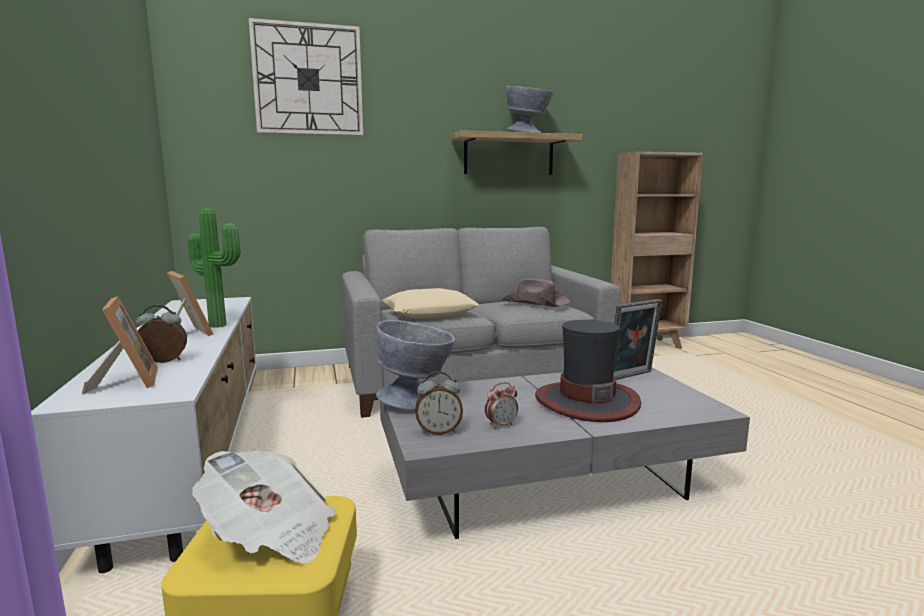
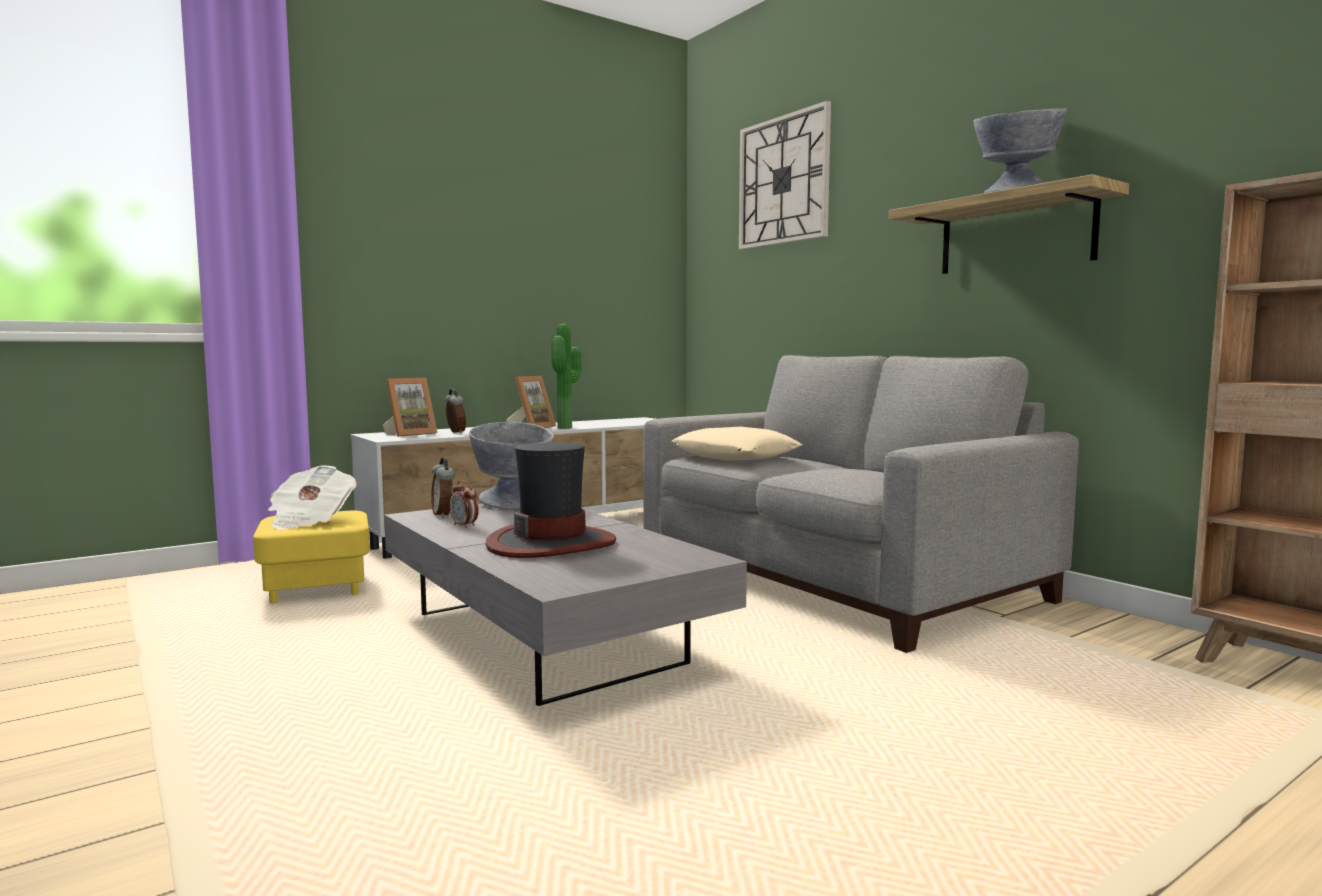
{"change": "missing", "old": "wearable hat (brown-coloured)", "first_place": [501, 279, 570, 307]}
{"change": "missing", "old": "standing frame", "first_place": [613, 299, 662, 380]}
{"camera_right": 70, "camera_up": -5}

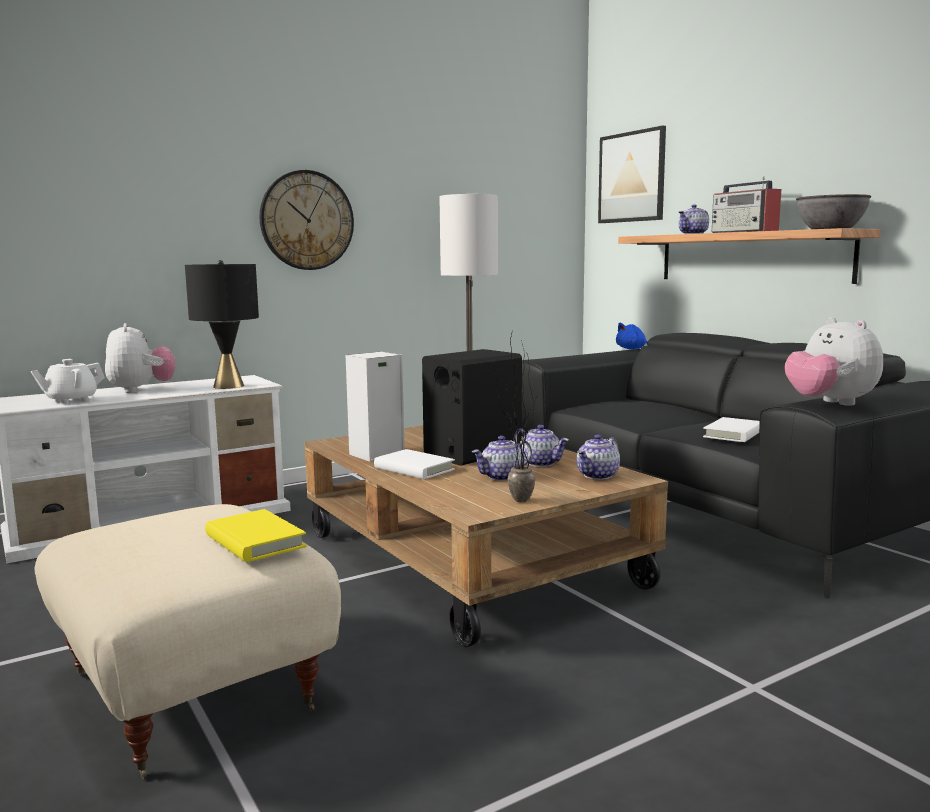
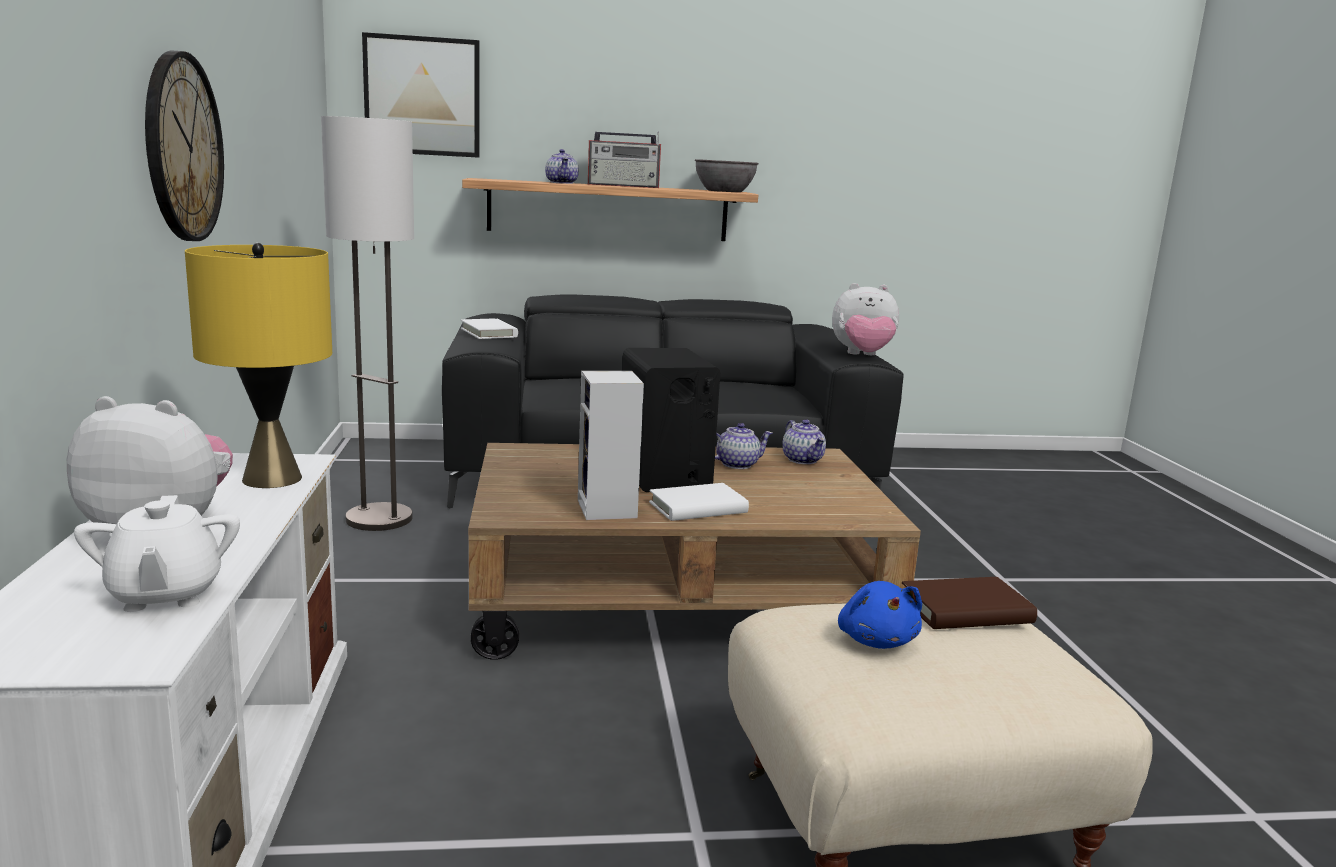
{"change": "colour", "old": "table lamp (black-coloured)", "new": "table lamp (yellow)", "first_place": [185, 260, 259, 389], "second_place": [185, 243, 332, 488]}
{"change": "relocated", "old": "bound book (white)", "first_place": [703, 417, 760, 442], "second_place": [461, 318, 518, 339]}
{"change": "relocated", "old": "soft toy (blue-coloured)", "first_place": [616, 323, 648, 349], "second_place": [838, 581, 922, 649]}
{"change": "colour", "old": "bound book (yellow)", "new": "bound book (brown-coloured)", "first_place": [205, 509, 307, 562], "second_place": [902, 577, 1037, 629]}
{"change": "missing", "old": "teapot", "first_place": [472, 436, 532, 481]}
{"change": "missing", "old": "potted plant", "first_place": [490, 334, 536, 503]}
{"camera_right": -65, "camera_up": 5}

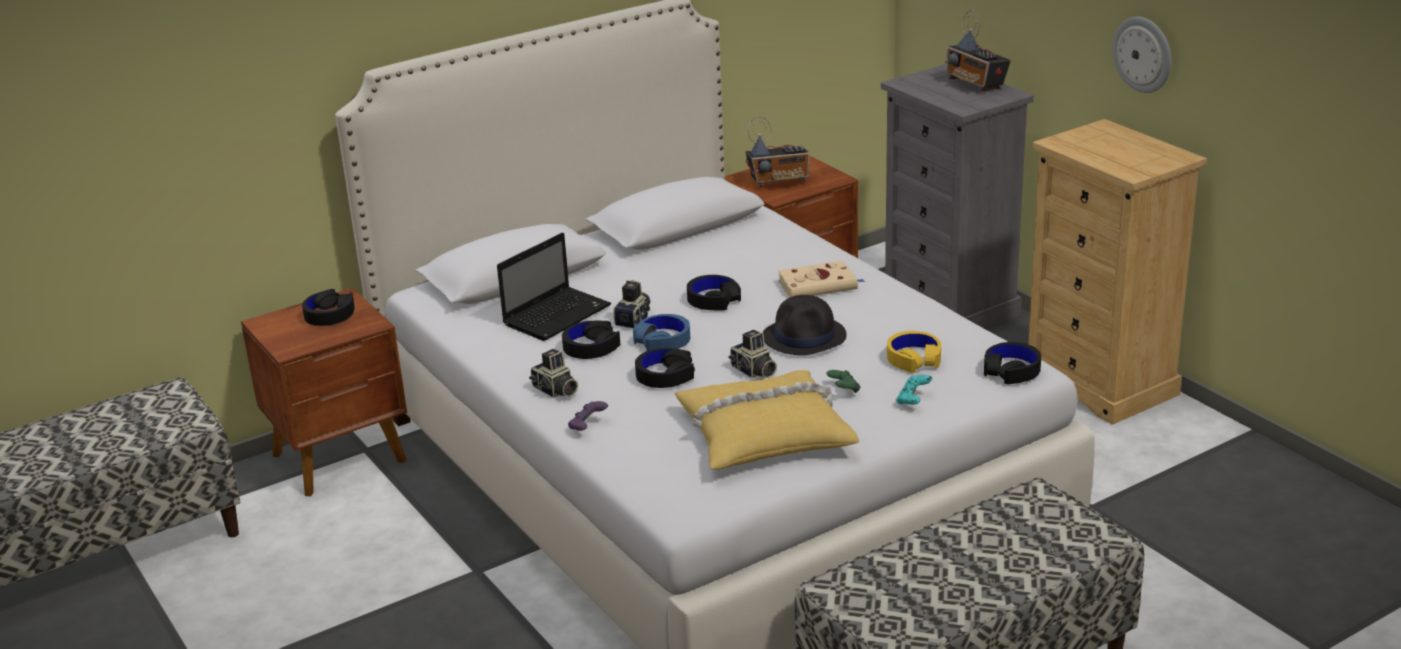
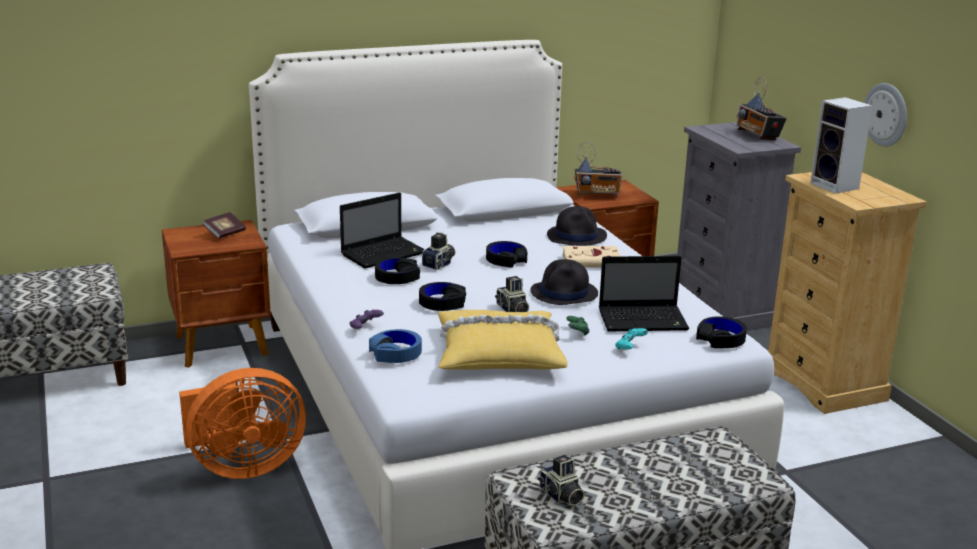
{"change": "appeared", "new": "cooling fan (orangey)", "second_place": [179, 368, 306, 479]}
{"change": "exchanged", "old": "headset (black-coloured)", "new": "bound book", "first_place": [302, 289, 354, 326], "second_place": [202, 212, 246, 239]}
{"change": "relocated", "old": "headset (blue-coloured)", "first_place": [633, 314, 690, 351], "second_place": [369, 329, 422, 363]}
{"change": "relocated", "old": "photo camera", "first_place": [529, 349, 578, 398], "second_place": [538, 455, 585, 506]}
{"change": "appeared", "new": "wearable hat (black-coloured)", "second_place": [547, 206, 607, 246]}
{"change": "exchanged", "old": "headset (yellow)", "new": "laptop", "first_place": [887, 331, 941, 373], "second_place": [599, 256, 689, 331]}
{"change": "appeared", "new": "audio speaker", "second_place": [810, 97, 873, 193]}
{"camera_right": 10, "camera_up": -5}

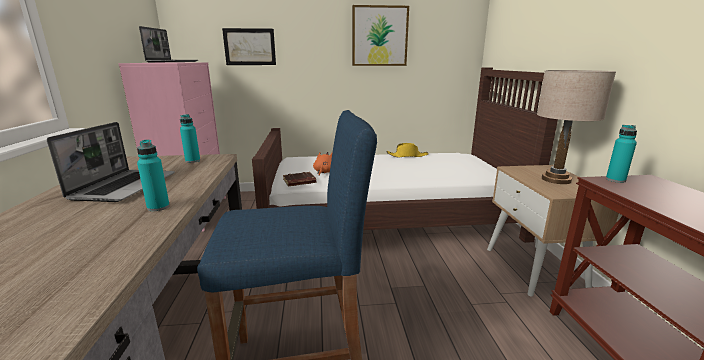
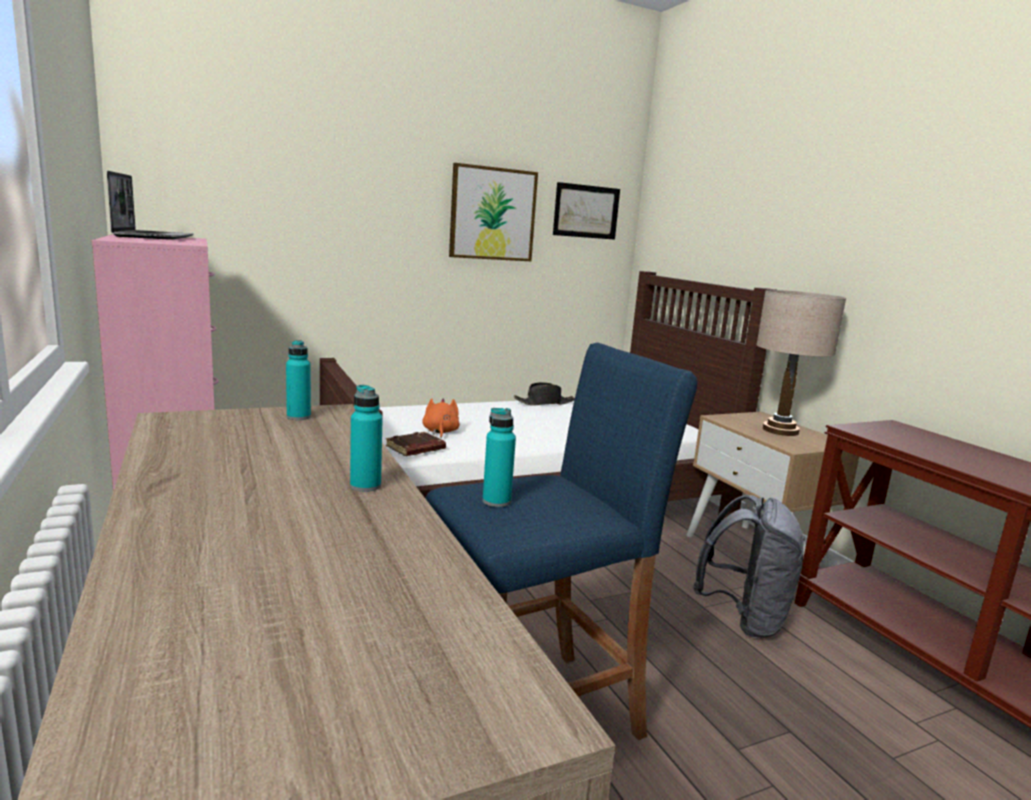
{"change": "relocated", "old": "bottle (turquoise)", "first_place": [606, 125, 637, 183], "second_place": [483, 408, 516, 507]}
{"change": "colour", "old": "wearable hat (yellow)", "new": "wearable hat (black-coloured)", "first_place": [386, 143, 428, 157], "second_place": [514, 382, 575, 406]}
{"change": "relocated", "old": "wall art", "first_place": [222, 28, 276, 65], "second_place": [553, 182, 620, 240]}
{"change": "appeared", "new": "knapsack (gray)", "second_place": [693, 495, 805, 638]}
{"change": "missing", "old": "laptop", "first_place": [47, 122, 175, 202]}
{"camera_right": -20, "camera_up": -5}

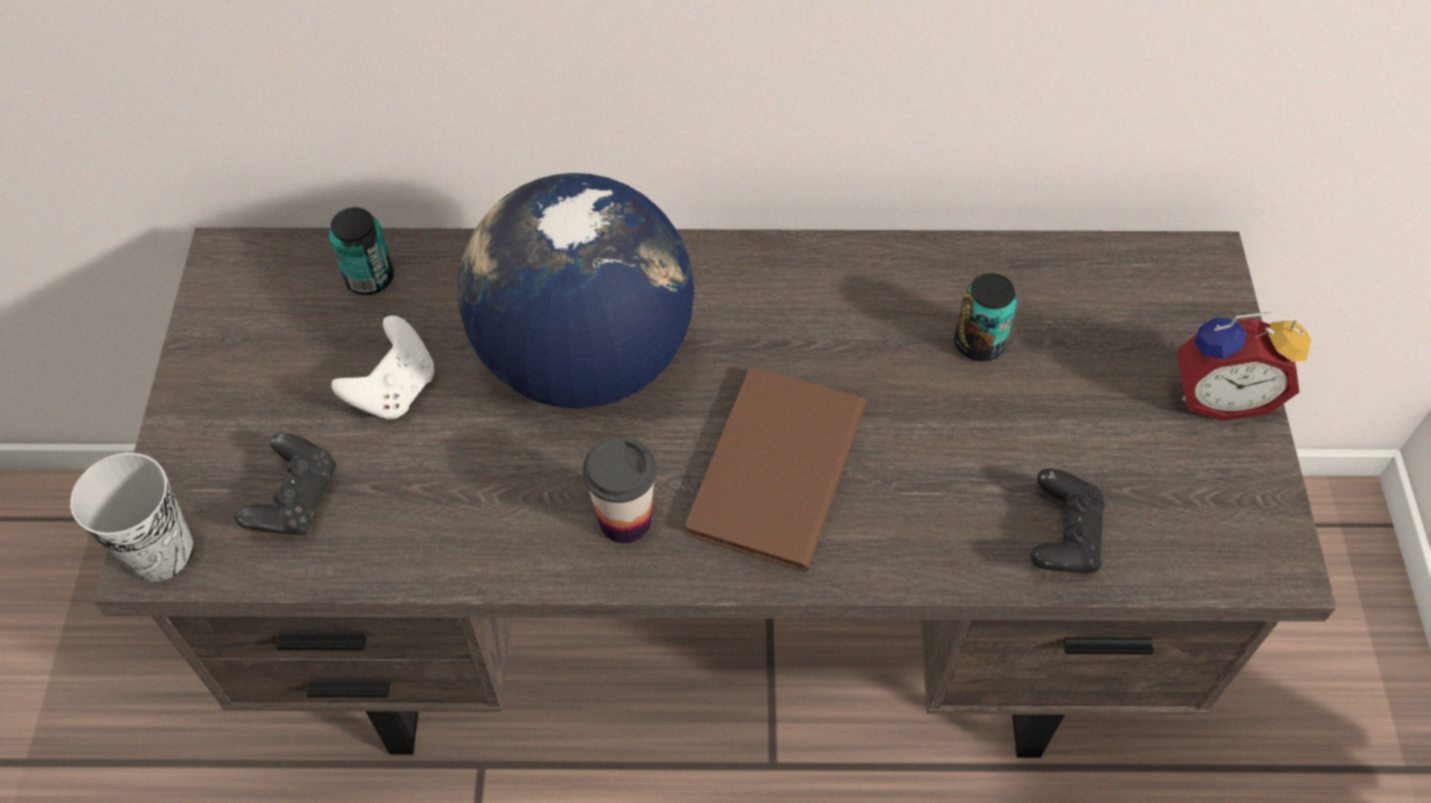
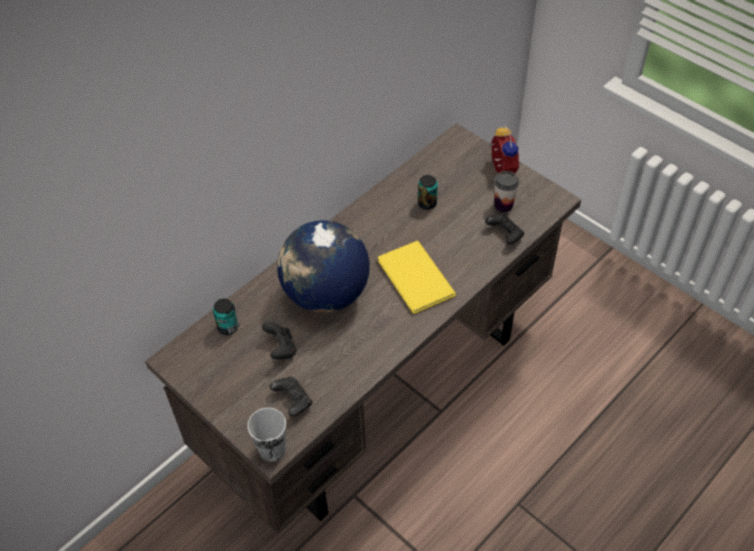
{"change": "colour", "old": "game controller (white)", "new": "game controller (black-coloured)", "first_place": [331, 315, 434, 419], "second_place": [262, 322, 296, 359]}
{"change": "colour", "old": "bound book (brown-coloured)", "new": "bound book (yellow)", "first_place": [685, 366, 866, 571], "second_place": [378, 241, 456, 314]}
{"change": "spun", "old": "table clock", "first_place": [1177, 312, 1311, 421], "second_place": [488, 125, 519, 174], "degrees": -60}
{"change": "relocated", "old": "small cup", "first_place": [583, 437, 657, 543], "second_place": [494, 171, 519, 212]}
{"camera_right": -45, "camera_up": -5}

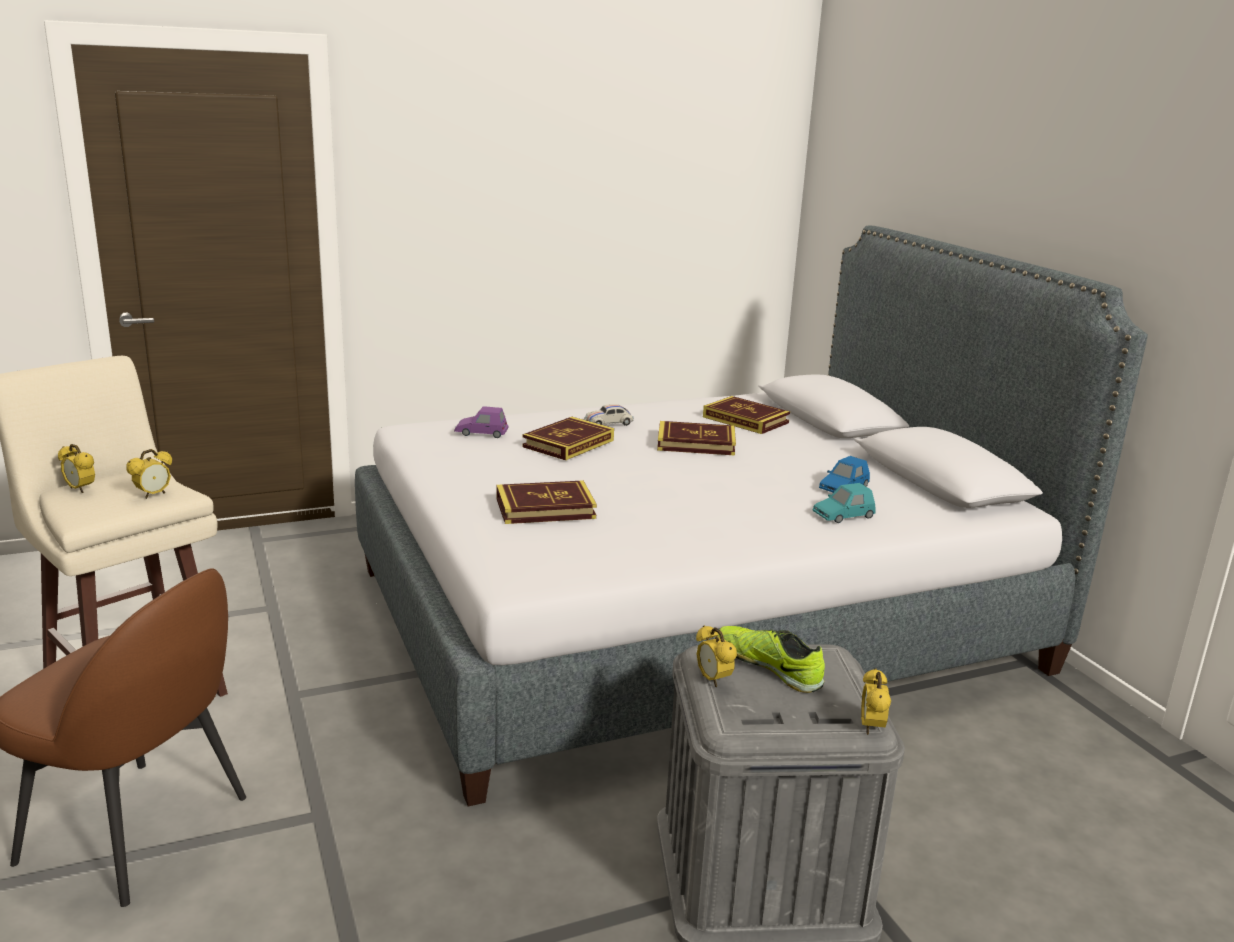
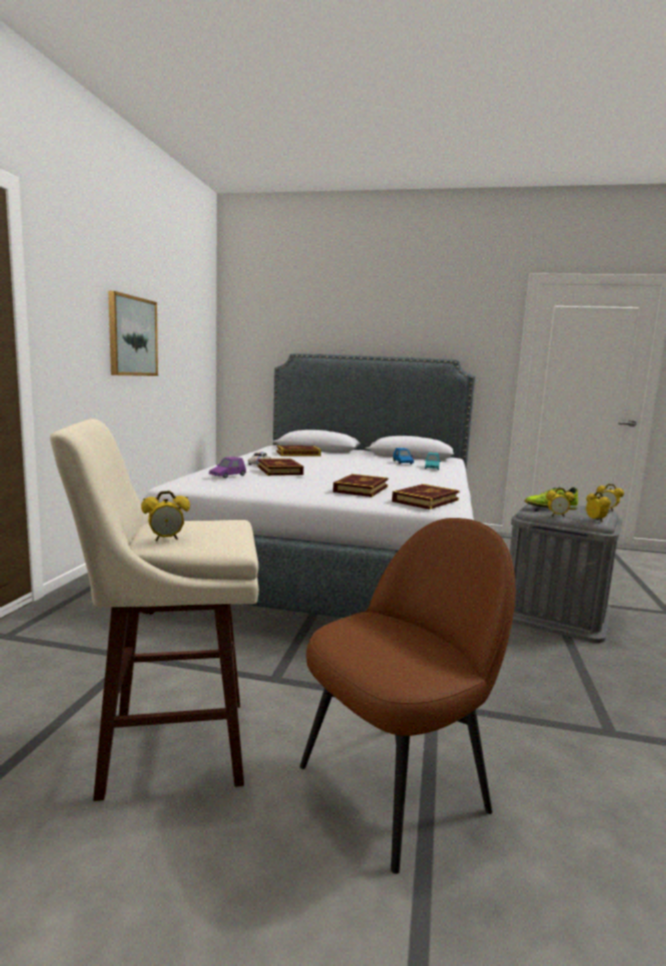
{"change": "appeared", "new": "wall art", "second_place": [108, 291, 158, 376]}
{"change": "relocated", "old": "bound book", "first_place": [657, 421, 736, 456], "second_place": [392, 484, 460, 510]}
{"change": "relocated", "old": "table clock", "first_place": [126, 449, 172, 499], "second_place": [586, 492, 611, 522]}
{"camera_right": -55, "camera_up": -10}

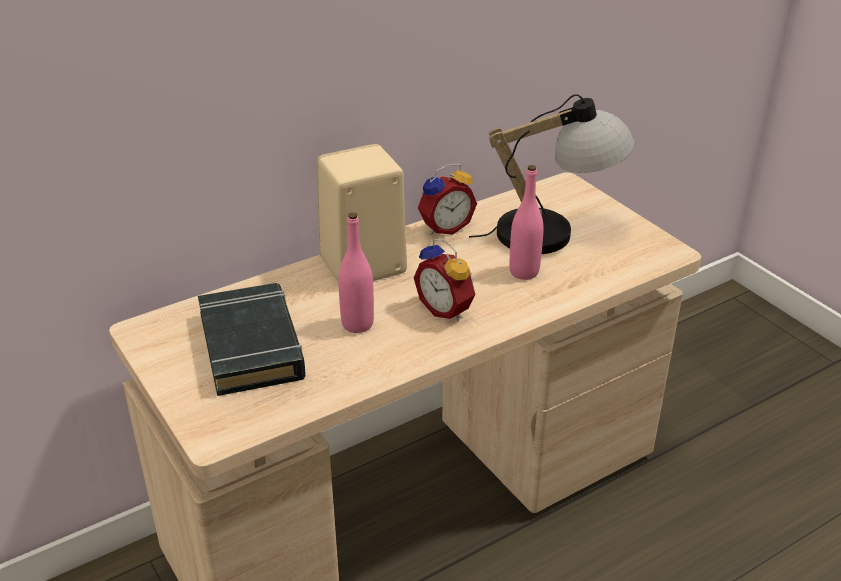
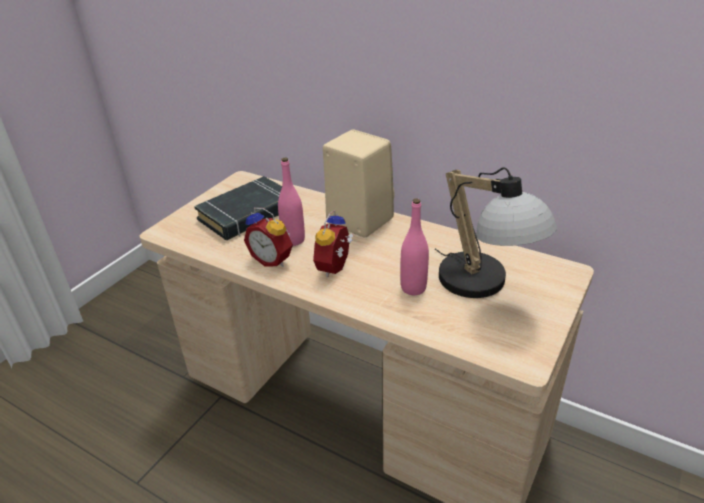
{"change": "relocated", "old": "table clock", "first_place": [418, 164, 477, 235], "second_place": [244, 208, 293, 267]}
{"camera_right": 65, "camera_up": 0}

